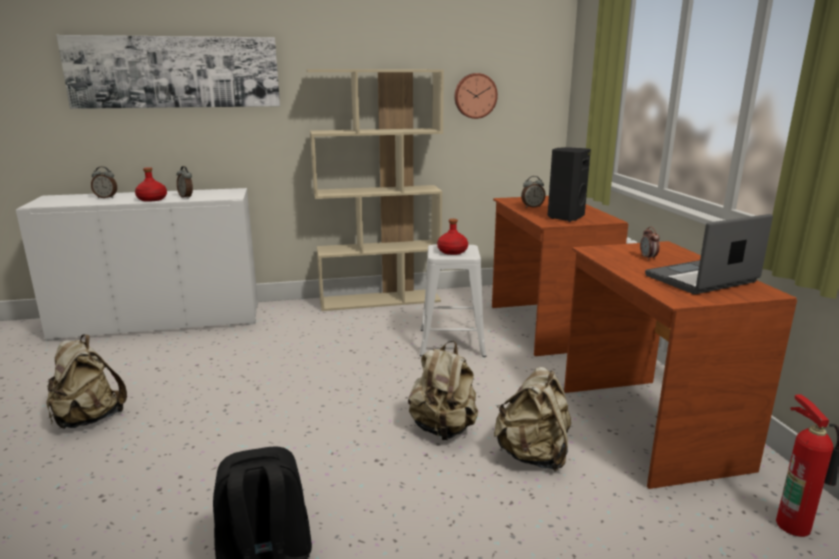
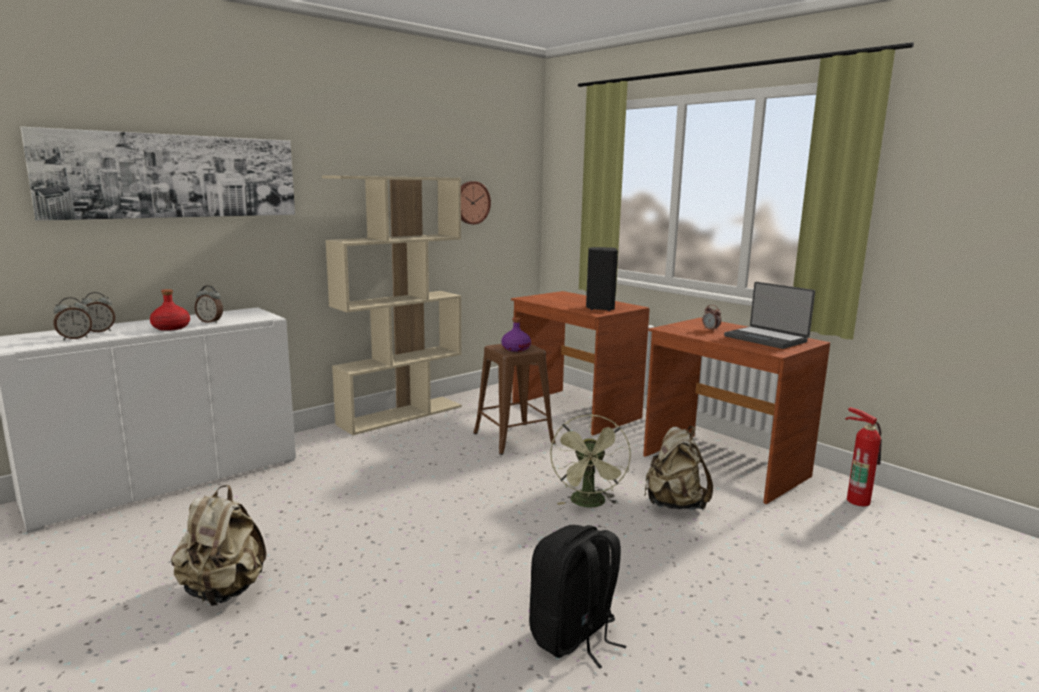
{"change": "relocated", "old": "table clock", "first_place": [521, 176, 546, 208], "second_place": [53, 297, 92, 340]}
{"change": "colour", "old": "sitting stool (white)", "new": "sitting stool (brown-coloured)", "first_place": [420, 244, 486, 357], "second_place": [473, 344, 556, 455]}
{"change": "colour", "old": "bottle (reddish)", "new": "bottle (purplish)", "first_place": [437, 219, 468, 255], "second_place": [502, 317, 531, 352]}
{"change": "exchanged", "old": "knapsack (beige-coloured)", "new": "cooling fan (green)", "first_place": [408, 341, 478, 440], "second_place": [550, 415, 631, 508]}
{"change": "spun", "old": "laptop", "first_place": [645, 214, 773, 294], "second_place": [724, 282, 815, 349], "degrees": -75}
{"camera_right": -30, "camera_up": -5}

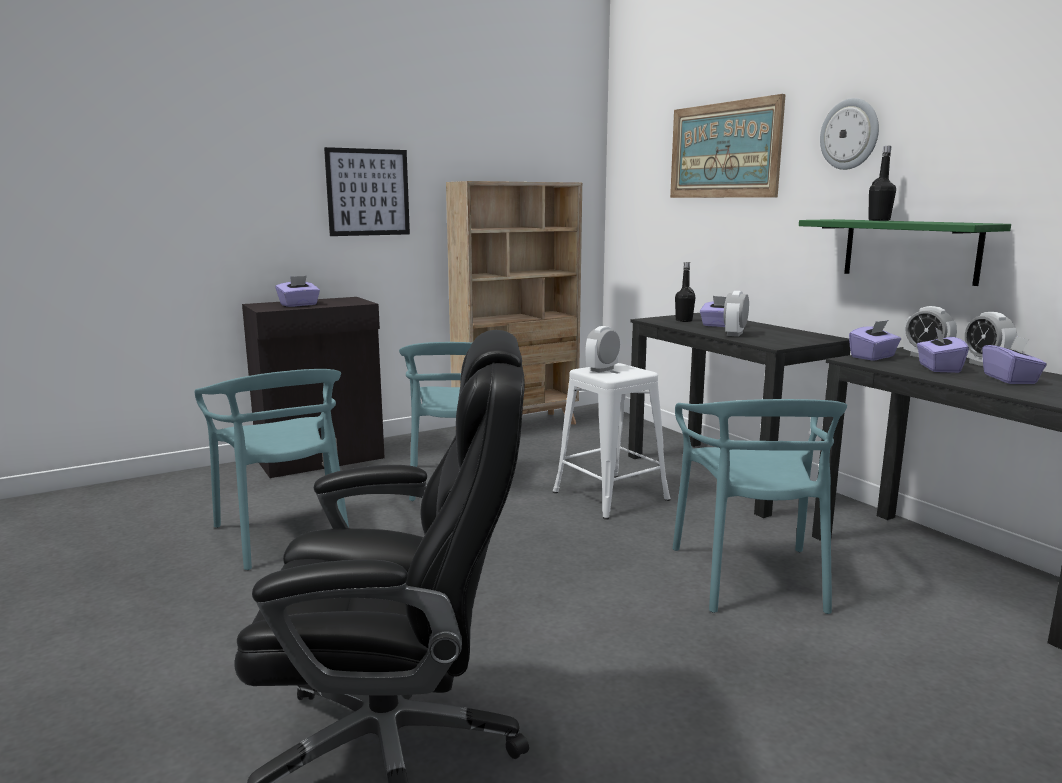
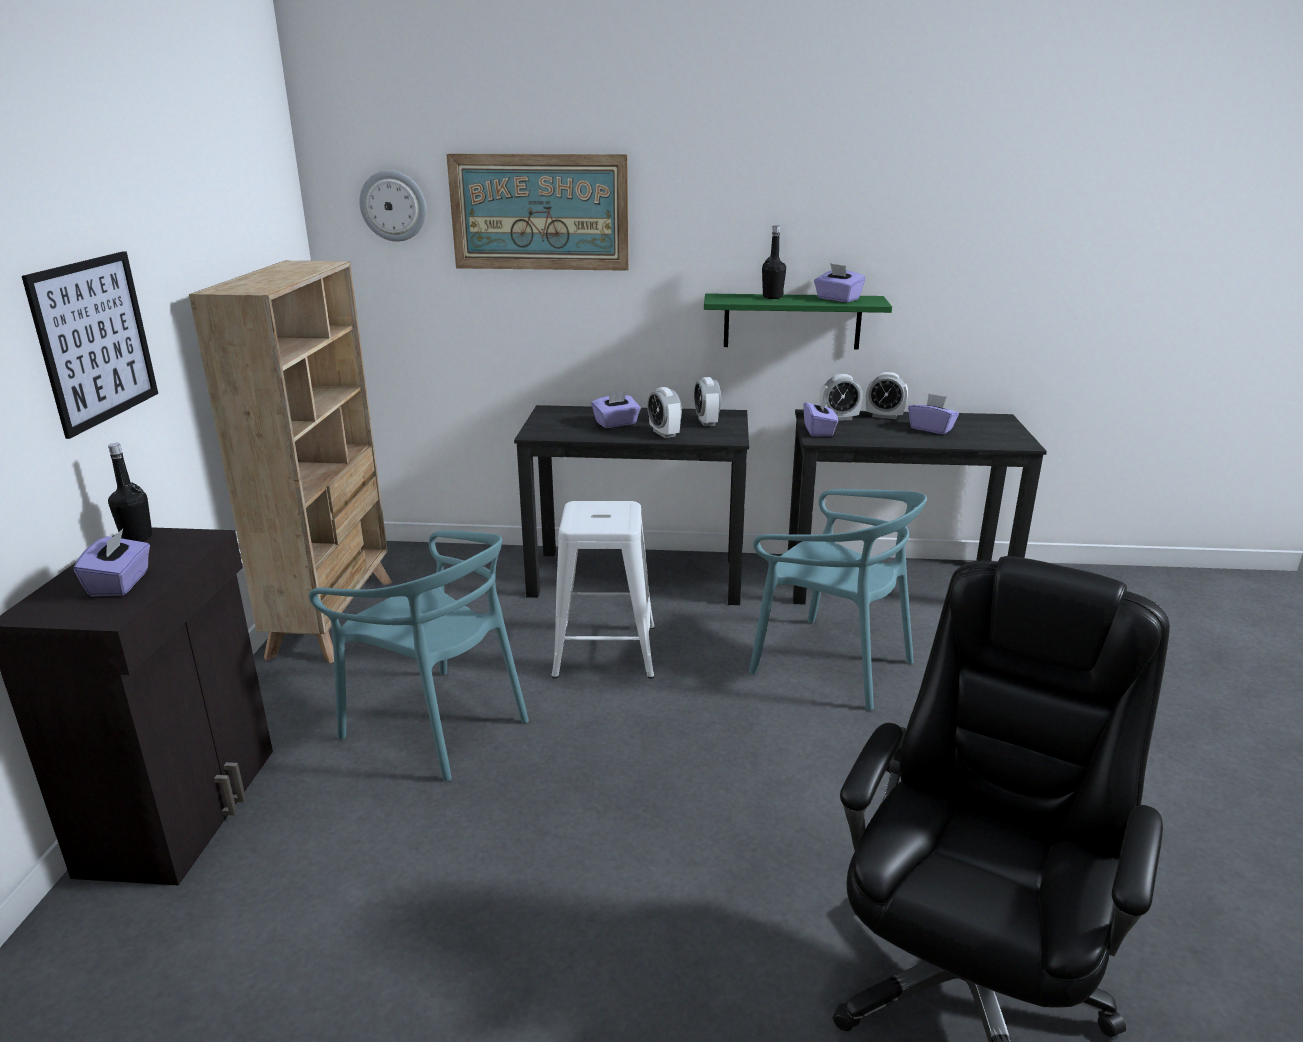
{"change": "relocated", "old": "bottle (black-coloured)", "first_place": [675, 262, 696, 322], "second_place": [108, 443, 152, 542]}
{"change": "relocated", "old": "clock on the wall", "first_place": [820, 98, 879, 170], "second_place": [359, 170, 426, 242]}
{"change": "relocated", "old": "table clock", "first_place": [585, 326, 620, 373], "second_place": [694, 377, 721, 426]}
{"change": "relocated", "old": "tissue holder (purplish)", "first_place": [917, 327, 969, 373], "second_place": [814, 263, 866, 302]}
{"change": "missing", "old": "chair (turquoise)", "first_place": [195, 369, 349, 570]}
{"camera_right": -55, "camera_up": 10}

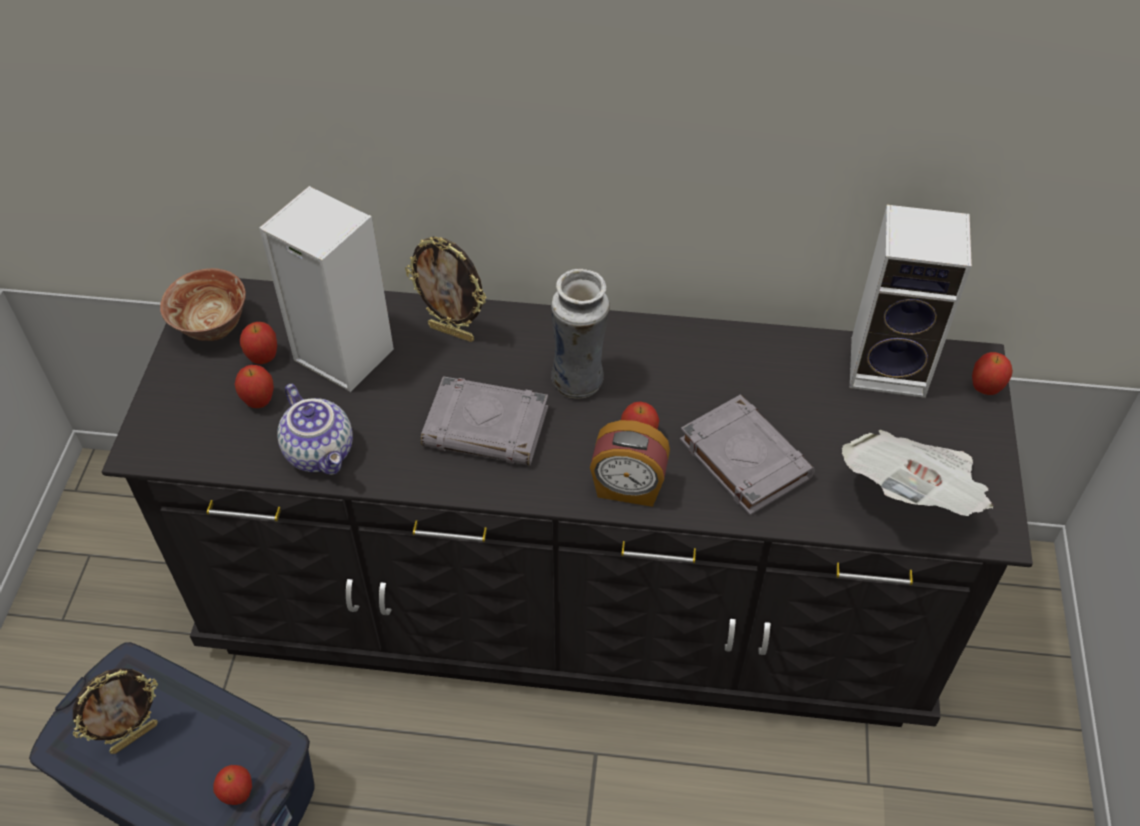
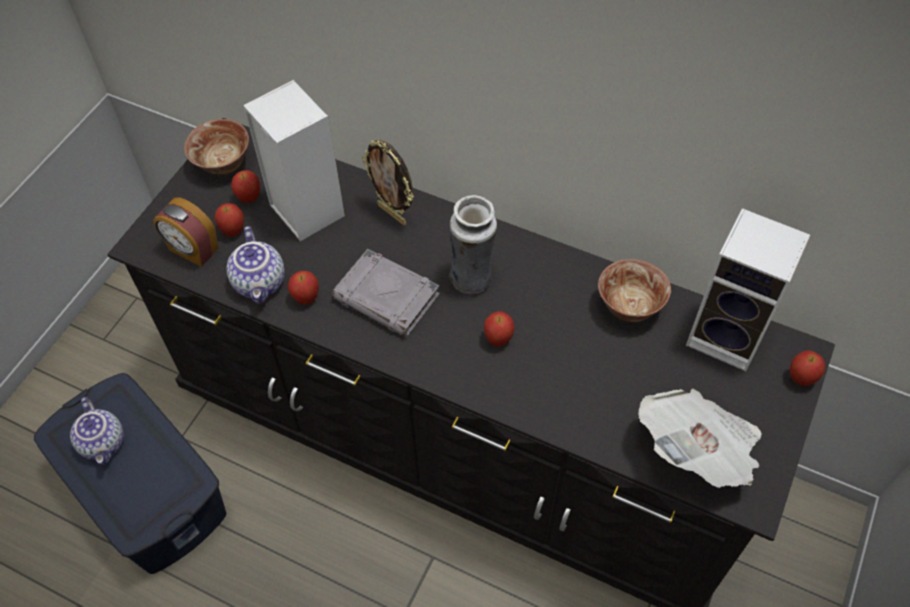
{"change": "exchanged", "old": "standing frame", "new": "teapot", "first_place": [73, 668, 158, 754], "second_place": [70, 397, 124, 465]}
{"change": "relocated", "old": "table clock", "first_place": [590, 420, 670, 507], "second_place": [153, 197, 218, 267]}
{"change": "relocated", "old": "apple fruit", "first_place": [213, 765, 252, 805], "second_place": [287, 271, 319, 305]}
{"change": "appeared", "new": "bowl", "second_place": [598, 259, 671, 322]}
{"change": "missing", "old": "bound book (gray)", "first_place": [680, 395, 815, 515]}
{"camera_right": 20, "camera_up": 5}

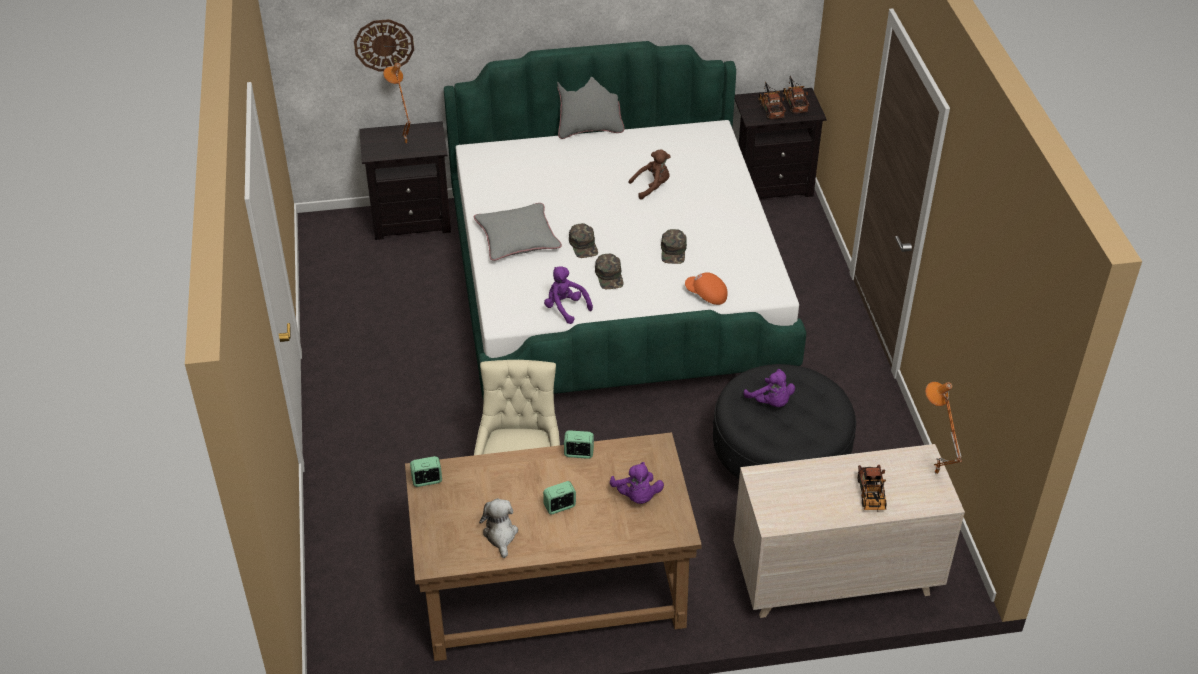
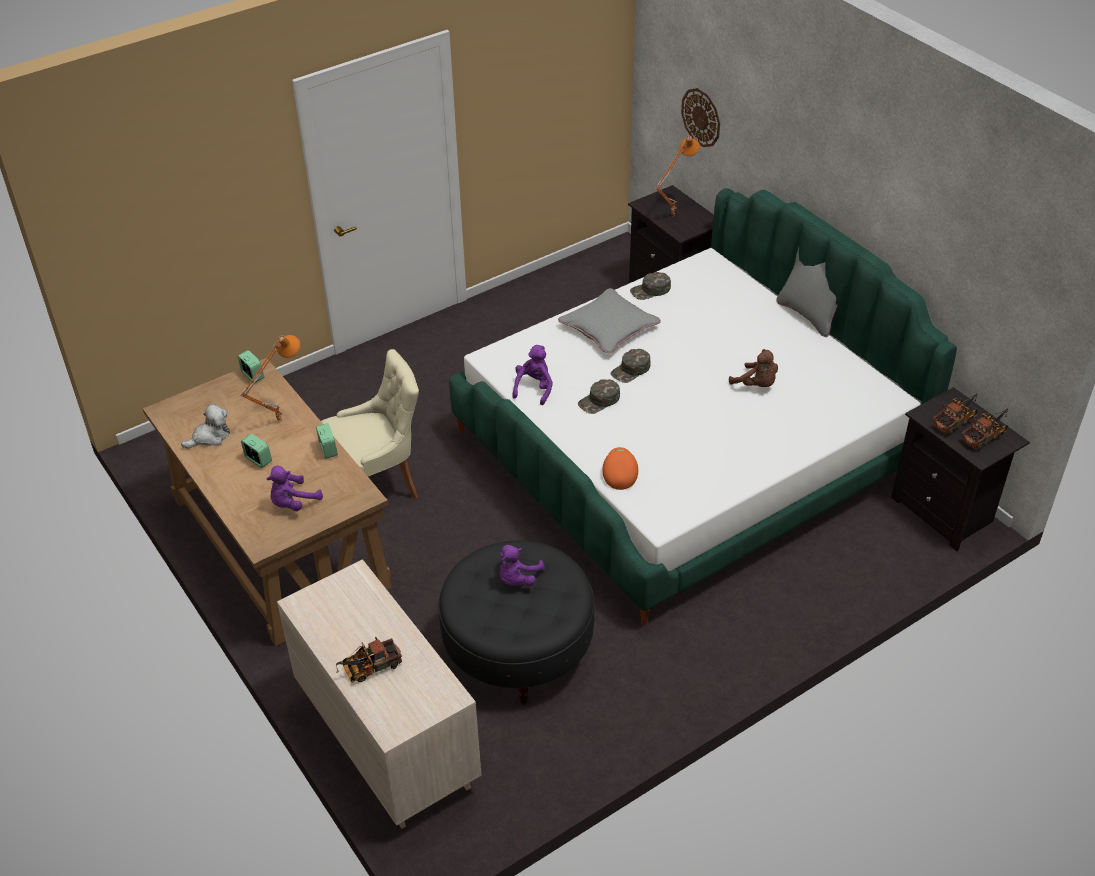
{"change": "relocated", "old": "table lamp (orangey)", "first_place": [925, 382, 962, 476], "second_place": [240, 335, 300, 423]}
{"change": "relocated", "old": "baseball cap (green)", "first_place": [661, 229, 687, 264], "second_place": [630, 272, 671, 300]}
{"camera_right": 65, "camera_up": 0}

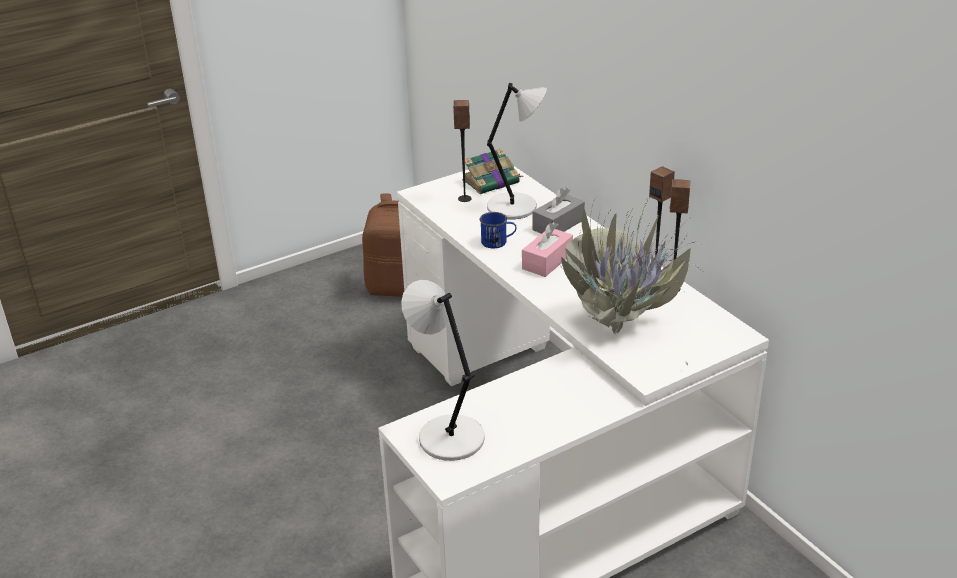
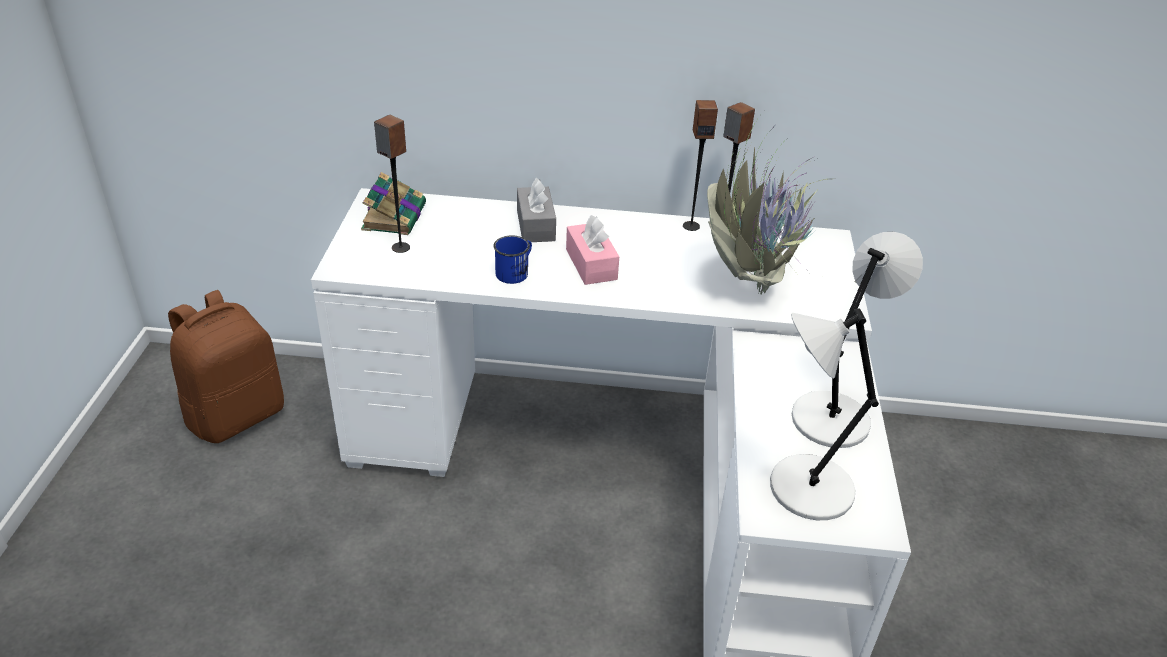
{"change": "relocated", "old": "table lamp (gray)", "first_place": [487, 83, 547, 219], "second_place": [792, 232, 923, 448]}
{"camera_right": -55, "camera_up": 5}

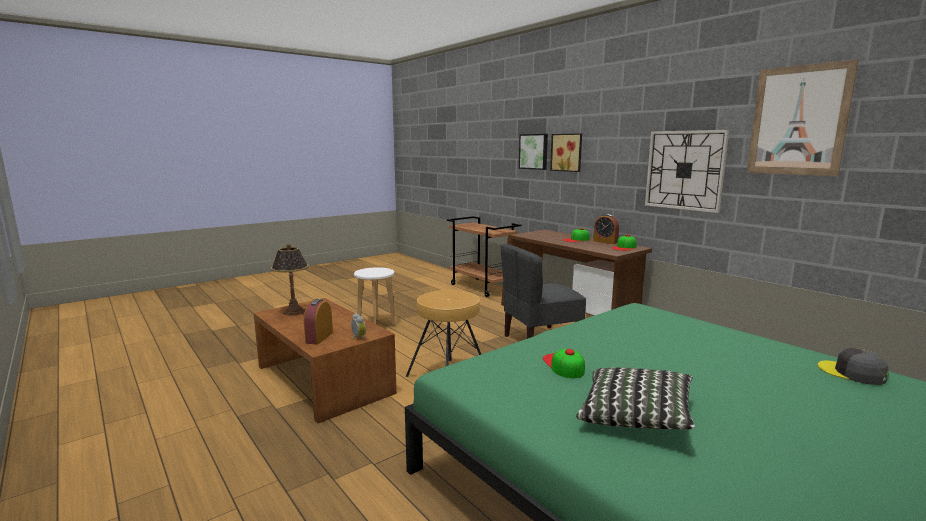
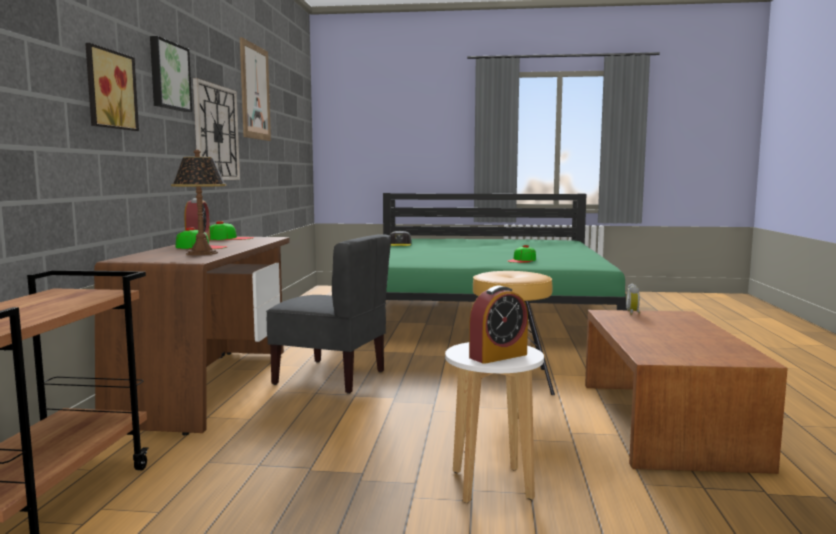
{"change": "relocated", "old": "wall art", "first_place": [519, 134, 548, 170], "second_place": [150, 36, 192, 112]}
{"change": "relocated", "old": "table lamp", "first_place": [271, 244, 309, 315], "second_place": [171, 150, 227, 255]}
{"change": "relocated", "old": "table clock", "first_place": [304, 299, 333, 345], "second_place": [469, 286, 528, 364]}
{"change": "missing", "old": "pillow", "first_place": [576, 367, 695, 430]}
{"camera_right": -135, "camera_up": -5}

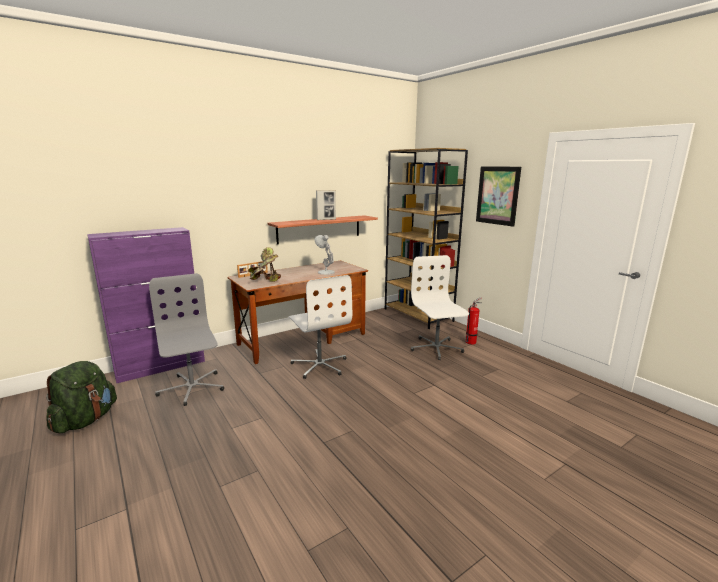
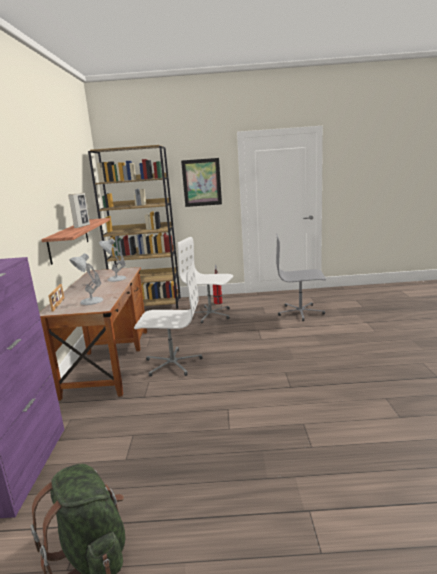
{"change": "exchanged", "old": "potted plant", "new": "table lamp (white)", "first_place": [248, 247, 281, 282], "second_place": [69, 253, 103, 305]}
{"change": "relocated", "old": "office chair (gray)", "first_place": [149, 273, 224, 406], "second_place": [276, 233, 326, 321]}
{"camera_right": -55, "camera_up": 0}

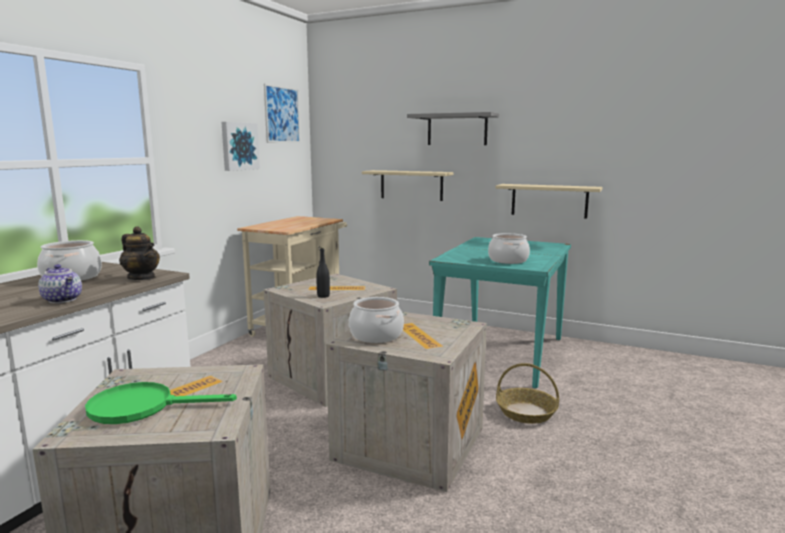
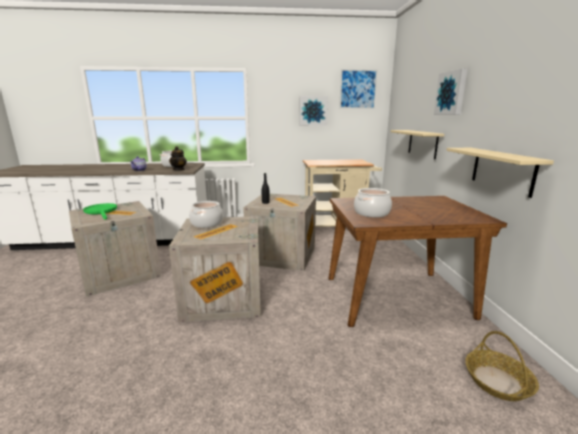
{"change": "colour", "old": "dining table (turquoise)", "new": "dining table (brown-coloured)", "first_place": [429, 237, 571, 389], "second_place": [329, 196, 507, 327]}
{"change": "exchanged", "old": "bracket shelf (gray)", "new": "wall art", "first_place": [407, 112, 499, 145], "second_place": [434, 68, 468, 115]}
{"change": "relocated", "old": "household basket", "first_place": [496, 363, 559, 424], "second_place": [465, 331, 539, 401]}
{"camera_right": 60, "camera_up": 5}

